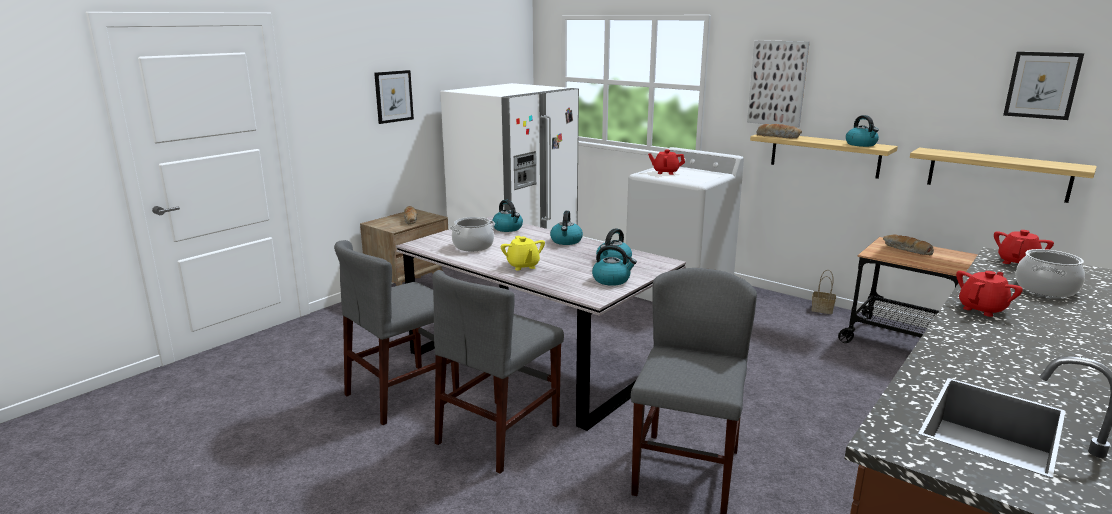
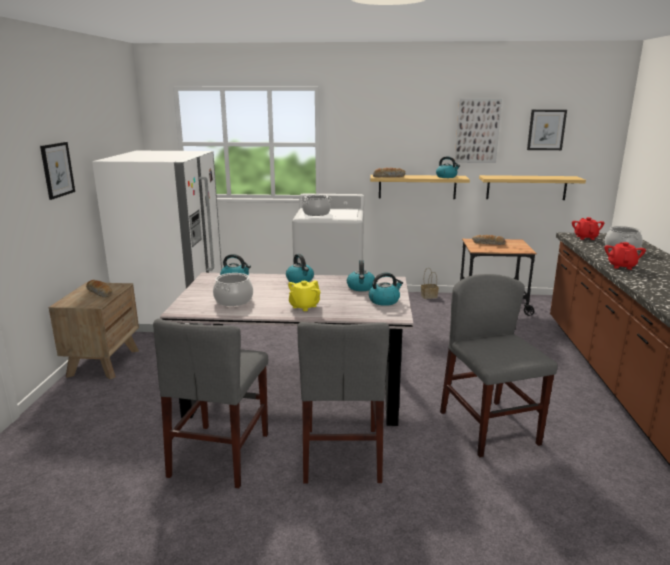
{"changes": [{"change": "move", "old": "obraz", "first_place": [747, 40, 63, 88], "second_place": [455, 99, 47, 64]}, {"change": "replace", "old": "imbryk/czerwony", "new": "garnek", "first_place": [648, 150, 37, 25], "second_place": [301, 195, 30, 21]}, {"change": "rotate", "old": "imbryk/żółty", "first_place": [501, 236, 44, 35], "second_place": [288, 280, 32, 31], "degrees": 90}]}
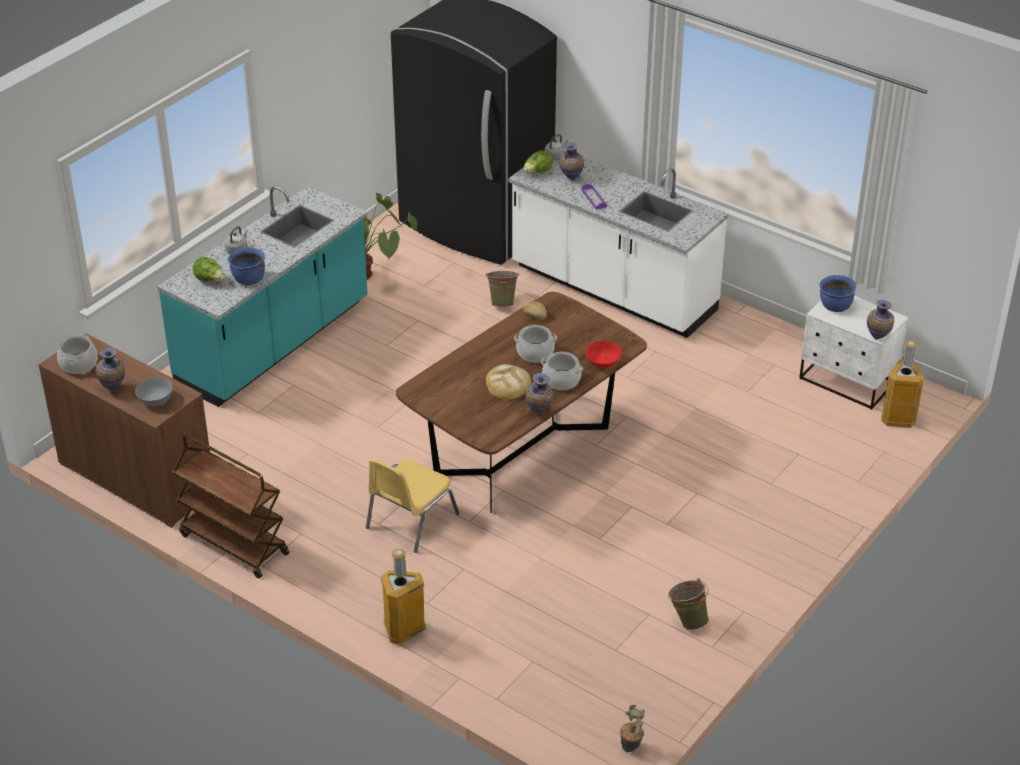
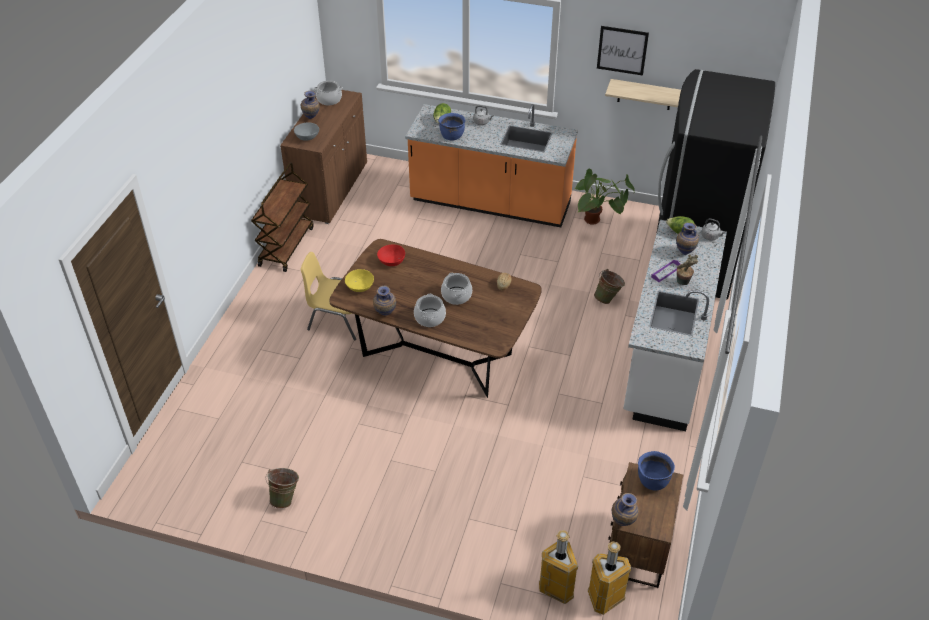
{"changes": [{"change": "delete", "old": "chleb", "first_place": [486, 364, 45, 36]}, {"change": "insert", "new": "miska/żółty", "second_place": [345, 269, 29, 23]}, {"change": "insert", "new": "obraz", "second_place": [597, 26, 52, 50]}, {"change": "insert", "new": "półka", "second_place": [605, 79, 76, 31]}, {"change": "move", "old": "kosz na śmieci", "first_place": [381, 549, 45, 96], "second_place": [539, 530, 39, 74]}, {"change": "move", "old": "miska/czerwony", "first_place": [585, 341, 37, 27], "second_place": [377, 244, 28, 22]}, {"change": "move", "old": "roślina doniczkowa", "first_place": [620, 705, 25, 47], "second_place": [677, 255, 21, 30]}, {"change": "recolor", "old": "zabudowa kuchenna/turkusowy", "new": "zabudowa kuchenna/pomarańczowy", "first_place": [157, 186, 211, 221], "second_place": [405, 104, 173, 123]}, {"change": "recolor", "old": "szafka nocna/biały", "new": "szafka nocna/brązowy", "first_place": [799, 296, 109, 114], "second_place": [608, 462, 75, 126]}]}
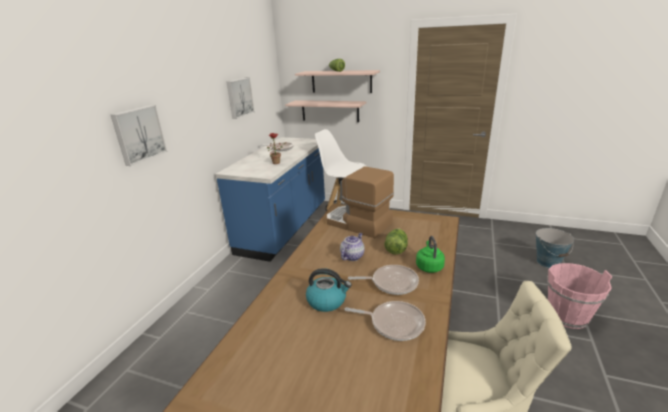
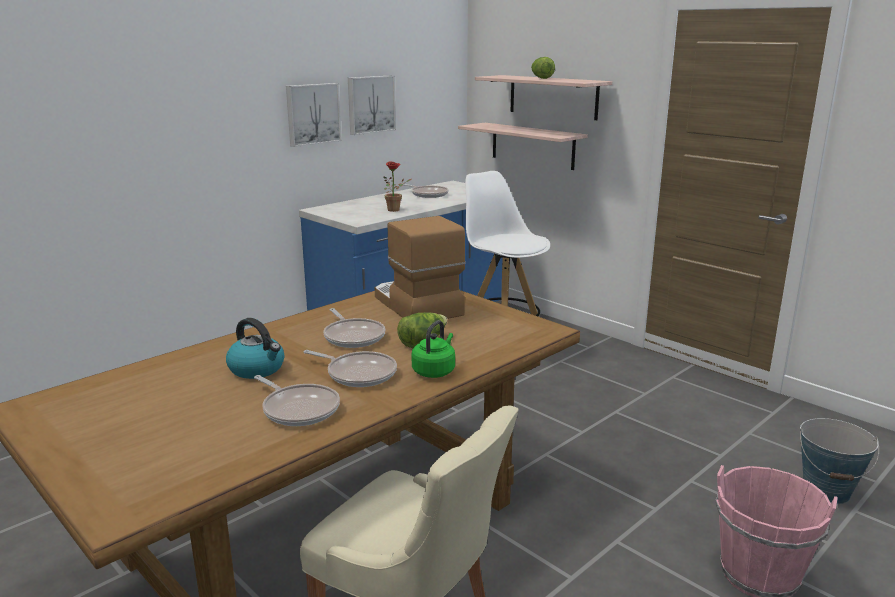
{"changes": [{"change": "move", "old": "obraz", "first_place": [111, 105, 56, 61], "second_place": [286, 83, 56, 64]}, {"change": "replace", "old": "imbryk", "new": "patelnia", "first_place": [340, 233, 25, 28], "second_place": [324, 308, 62, 40]}]}
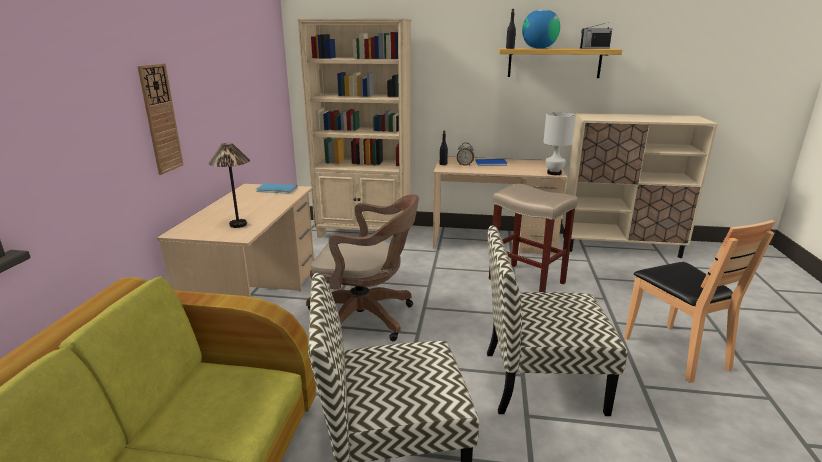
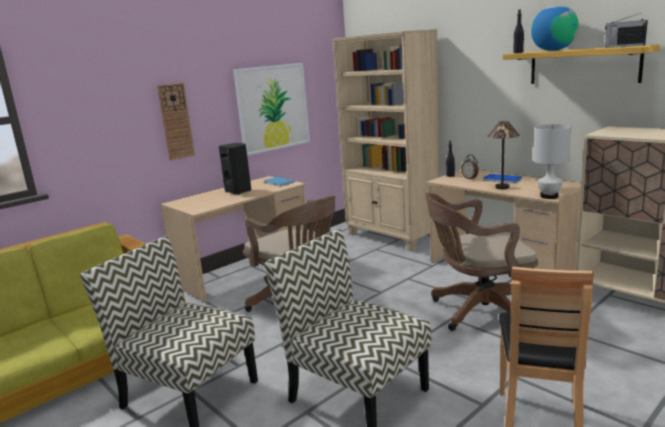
{"changes": [{"change": "insert", "new": "głośnik/czarny", "second_place": [219, 143, 32, 52]}, {"change": "insert", "new": "obraz", "second_place": [233, 63, 77, 93]}, {"change": "move", "old": "lampa stołowa", "first_place": [209, 143, 41, 85], "second_place": [487, 121, 33, 68]}, {"change": "replace", "old": "stołek/beżowy", "new": "krzesło biurowe/brązowy", "first_place": [489, 184, 89, 108], "second_place": [425, 193, 113, 138]}]}
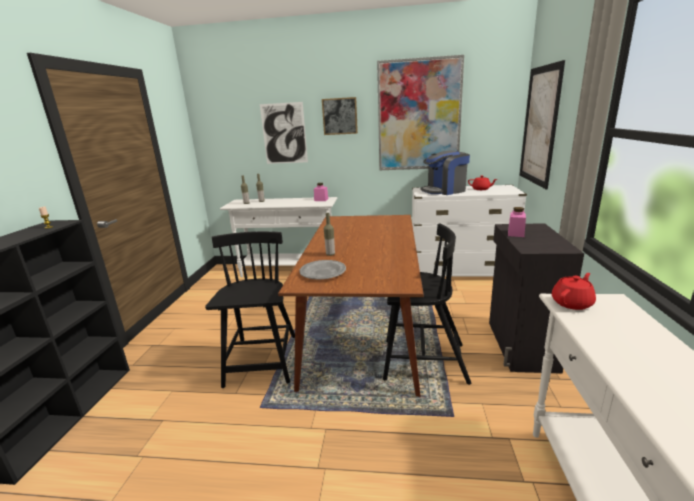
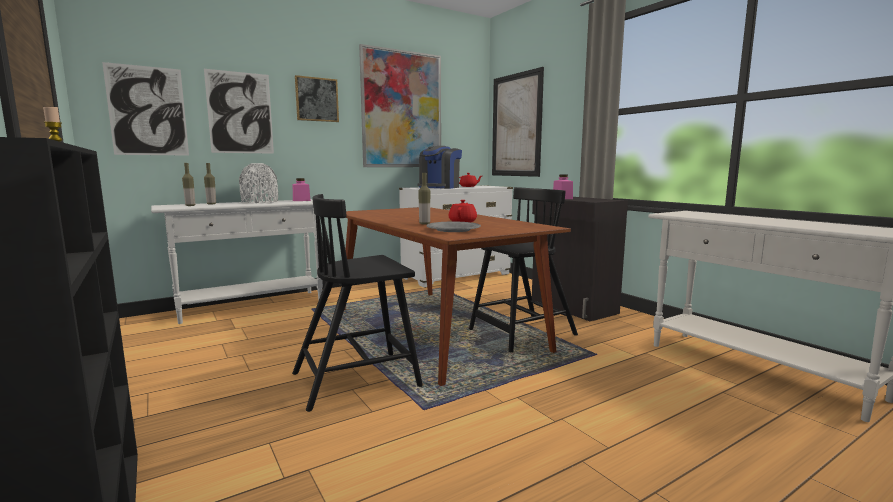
{"changes": [{"change": "insert", "new": "obraz", "second_place": [102, 62, 87, 94]}, {"change": "insert", "new": "wazon/biały", "second_place": [239, 163, 39, 40]}, {"change": "move", "old": "imbryk/czerwony", "first_place": [552, 273, 44, 37], "second_place": [449, 200, 28, 22]}, {"change": "rotate", "old": "krzesło/czarny", "first_place": [205, 231, 90, 157], "second_place": [292, 194, 131, 218], "degrees": -75}]}
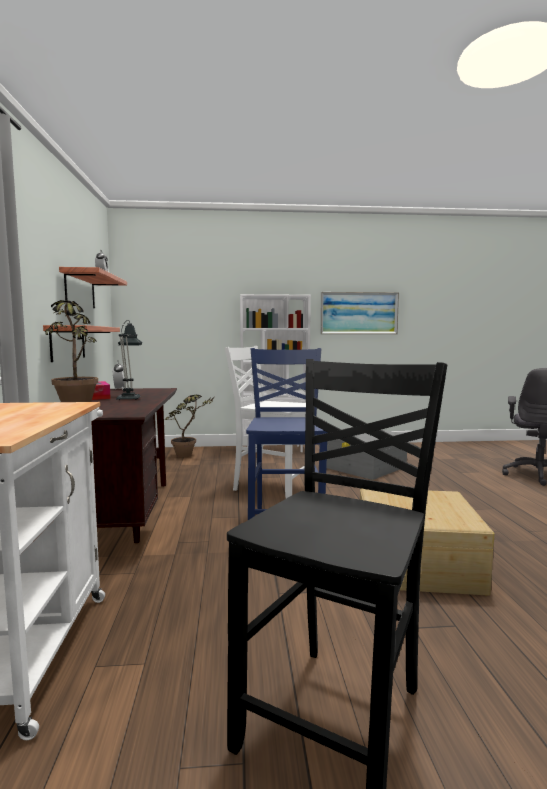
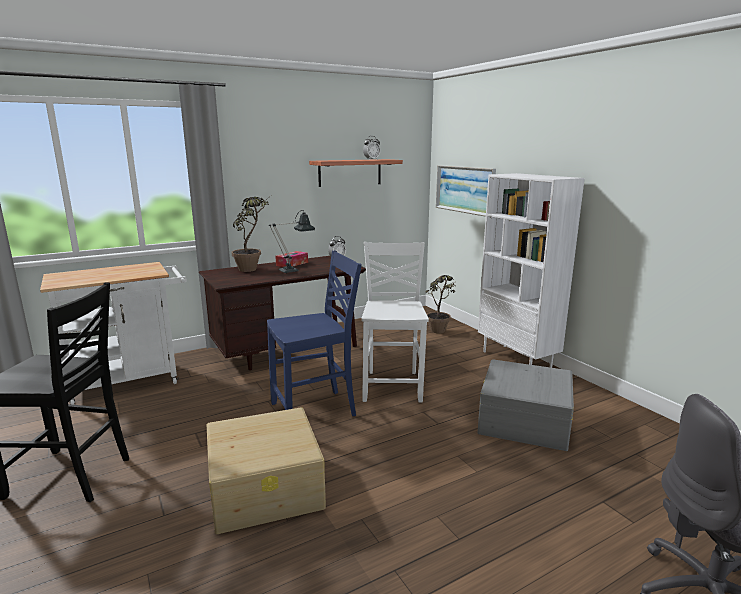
{"changes": [{"change": "delete", "old": "półka", "first_place": [43, 325, 77, 37]}, {"change": "move", "old": "obraz", "first_place": [320, 292, 79, 42], "second_place": [436, 165, 60, 52]}]}
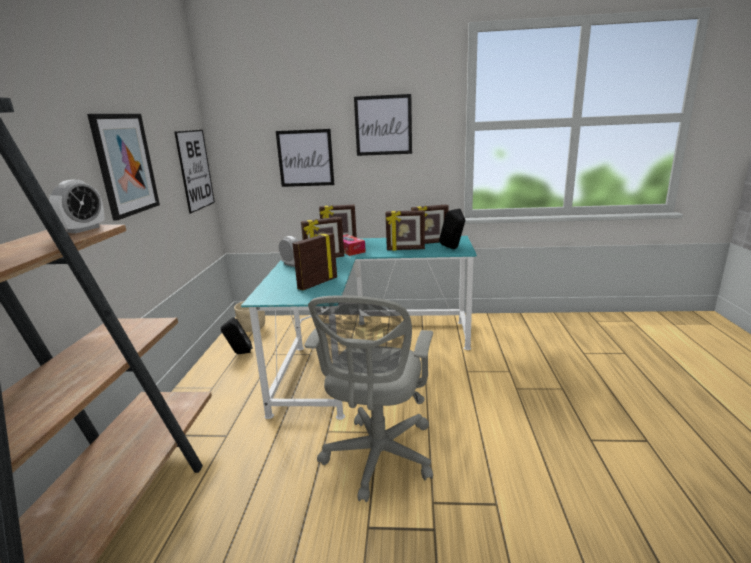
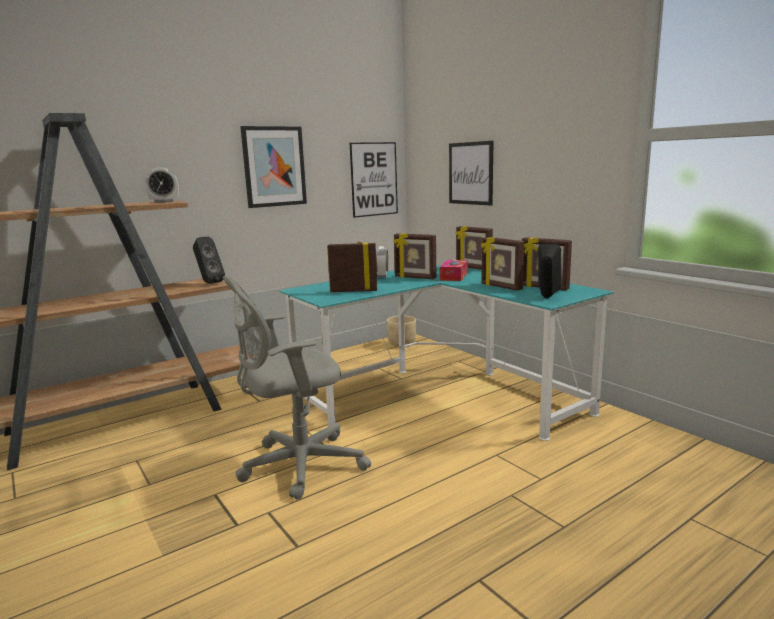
{"changes": [{"change": "delete", "old": "obraz", "first_place": [354, 94, 58, 62]}, {"change": "move", "old": "głośnik/czarny", "first_place": [221, 317, 32, 37], "second_place": [193, 237, 32, 47]}]}
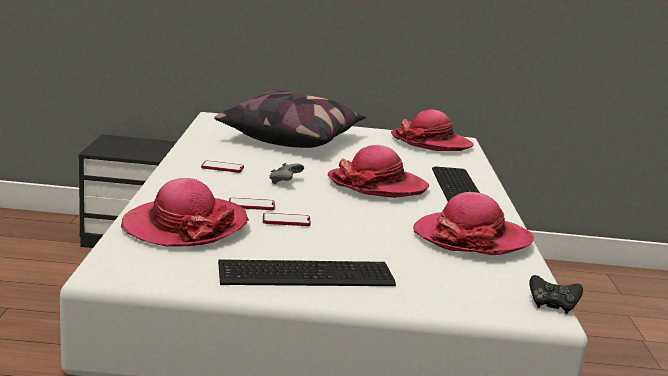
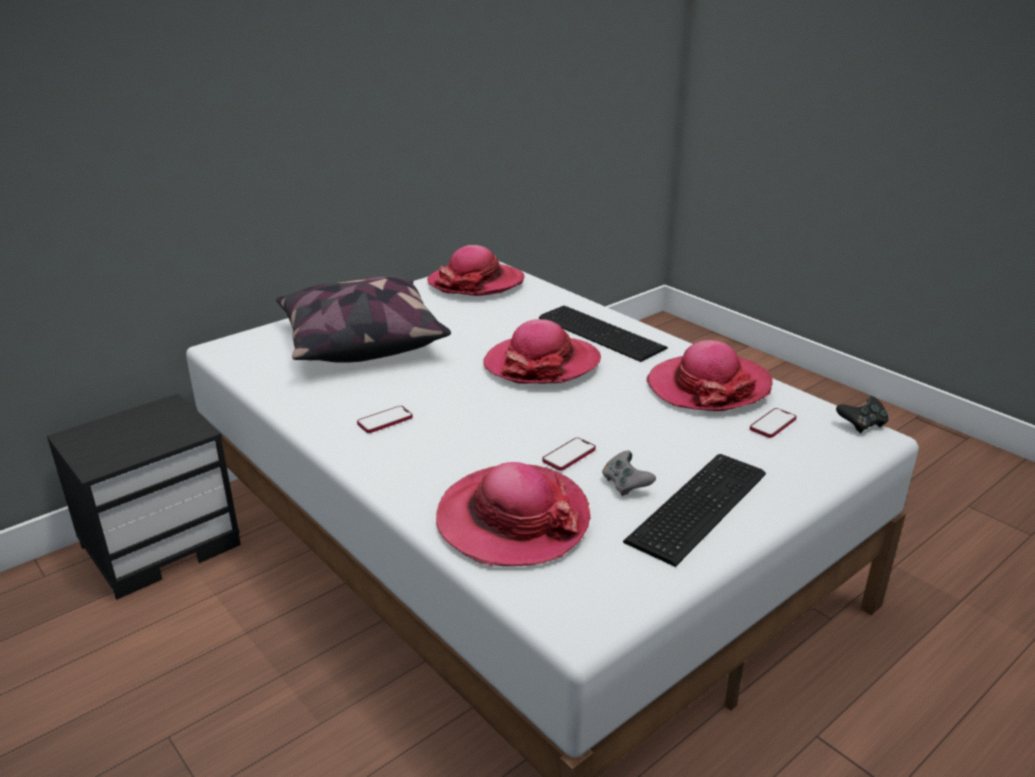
{"changes": [{"change": "move", "old": "telefon", "first_place": [229, 198, 46, 12], "second_place": [750, 408, 47, 30]}, {"change": "move", "old": "pad do gier/szary", "first_place": [269, 163, 35, 21], "second_place": [602, 451, 54, 45]}]}
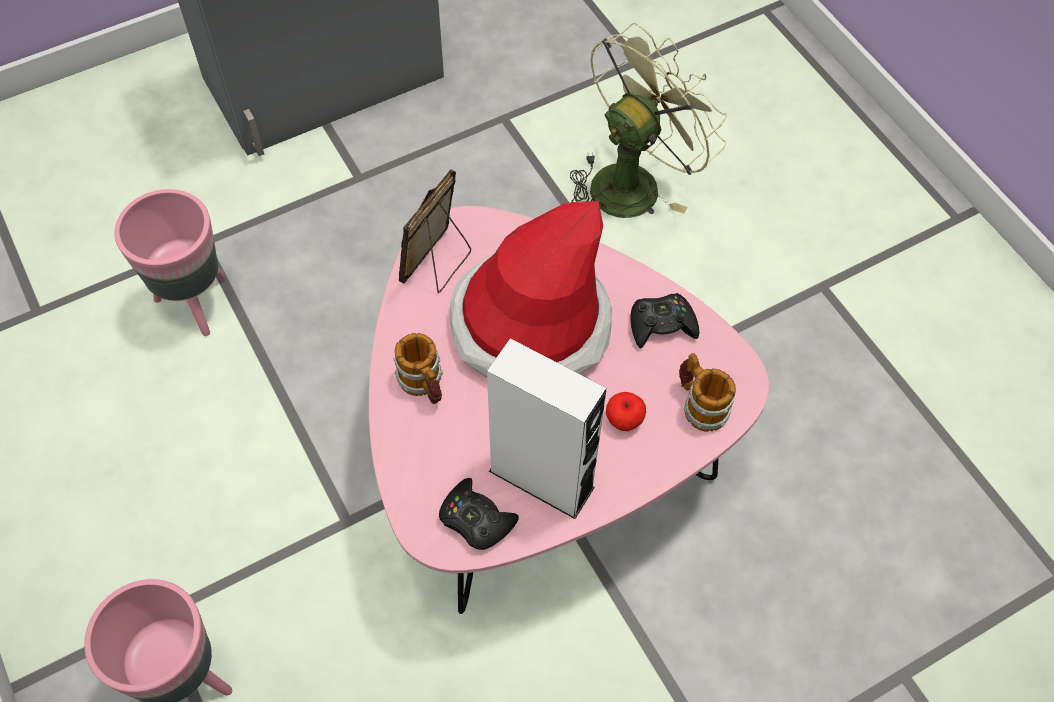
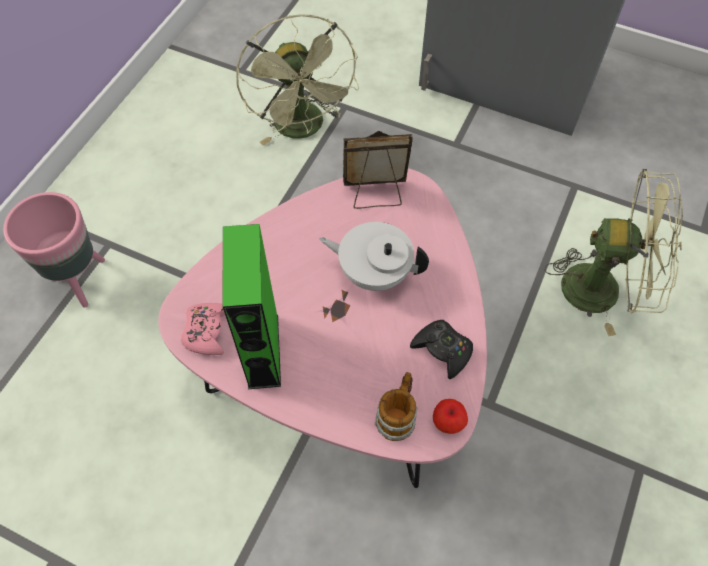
{"changes": [{"change": "delete", "old": "kubek", "first_place": [393, 333, 50, 71]}, {"change": "move", "old": "jabłko", "first_place": [606, 392, 40, 39], "second_place": [433, 399, 35, 35]}, {"change": "replace", "old": "donica/różowy", "new": "wentylator/zielony", "first_place": [114, 189, 112, 147], "second_place": [236, 14, 123, 131]}, {"change": "replace", "old": "kapelusz", "new": "imbryk/biały", "first_place": [450, 201, 162, 177], "second_place": [319, 222, 110, 69]}, {"change": "recolor", "old": "pad do gier/czarny", "new": "pad do gier/różowy", "first_place": [439, 478, 80, 72], "second_place": [181, 303, 44, 52]}, {"change": "recolor", "old": "głośnik/biały", "new": "głośnik/zielony", "first_place": [487, 339, 119, 180], "second_place": [223, 224, 58, 165]}]}
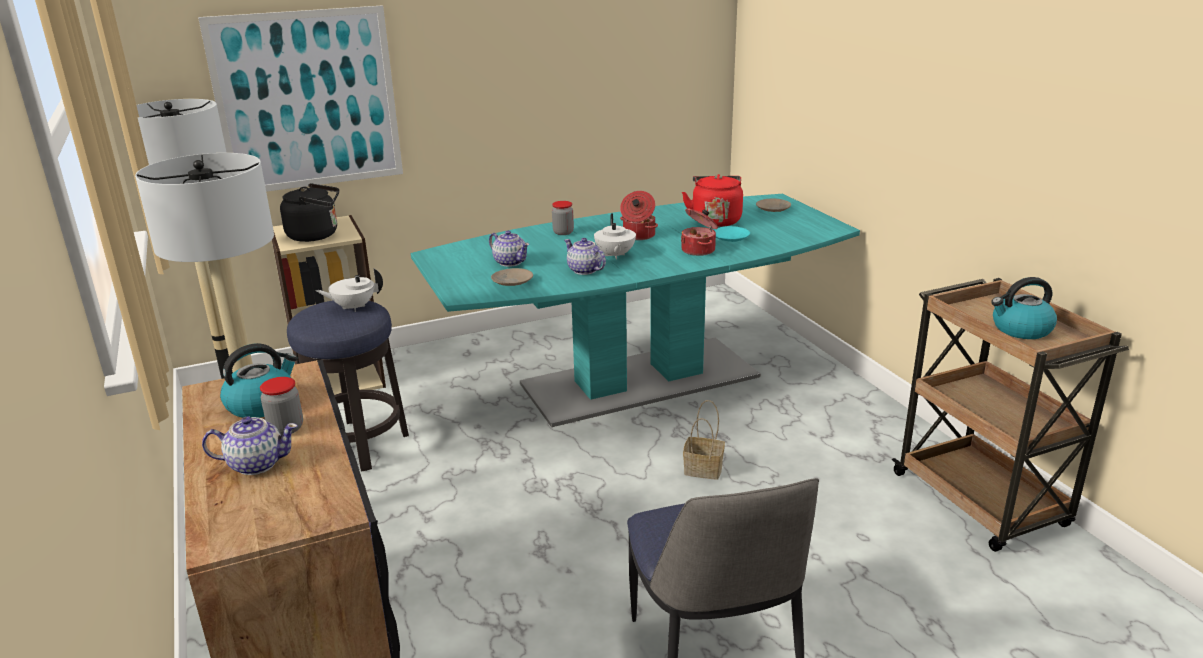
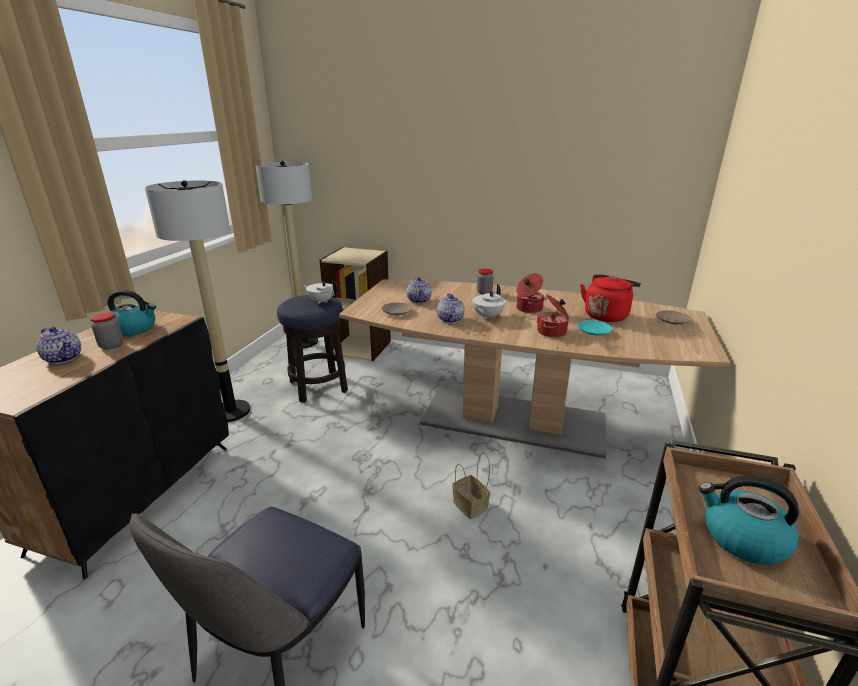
{"changes": [{"change": "delete", "old": "obraz", "first_place": [198, 5, 205, 187]}, {"change": "delete", "old": "czajnik/czarny", "first_place": [280, 183, 59, 59]}, {"change": "recolor", "old": "stół jadalny/turkusowy", "new": "stół jadalny/brązowy", "first_place": [411, 194, 449, 233], "second_place": [339, 279, 391, 179]}]}
